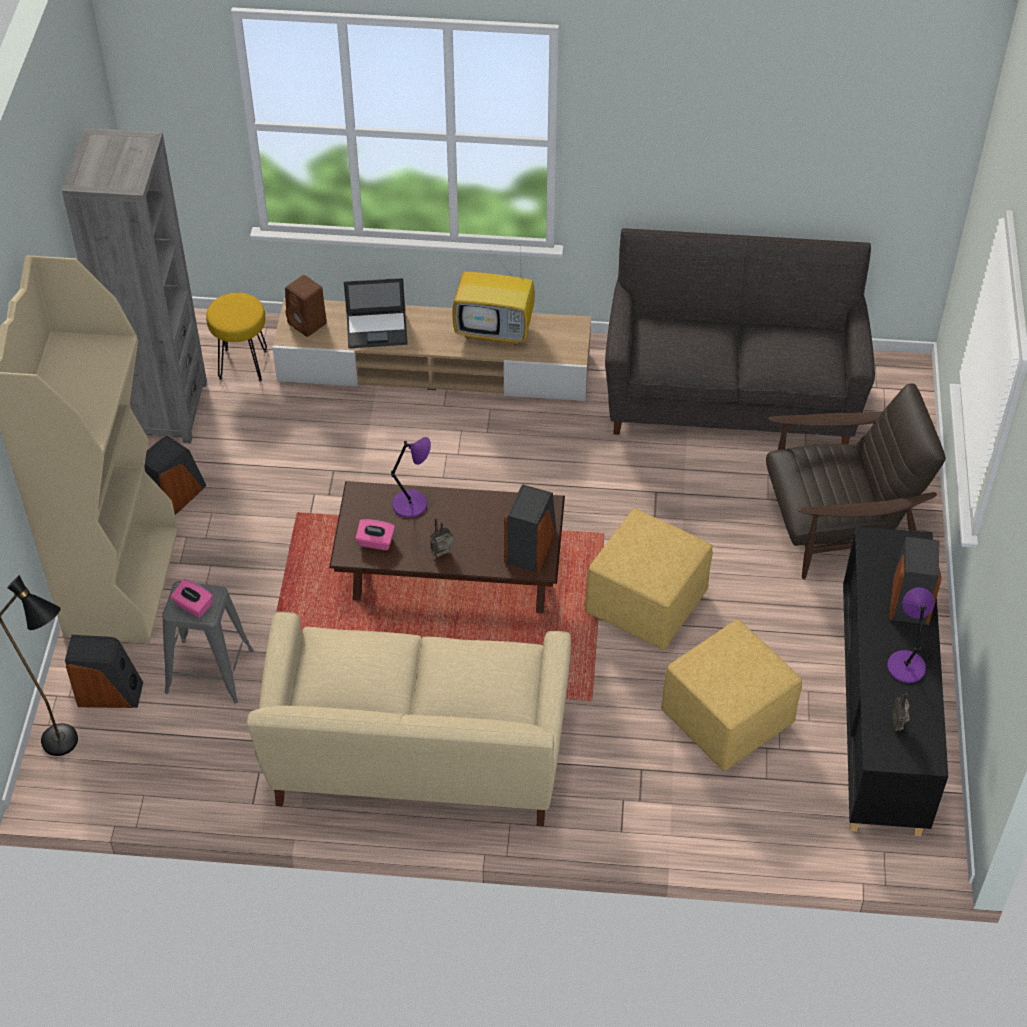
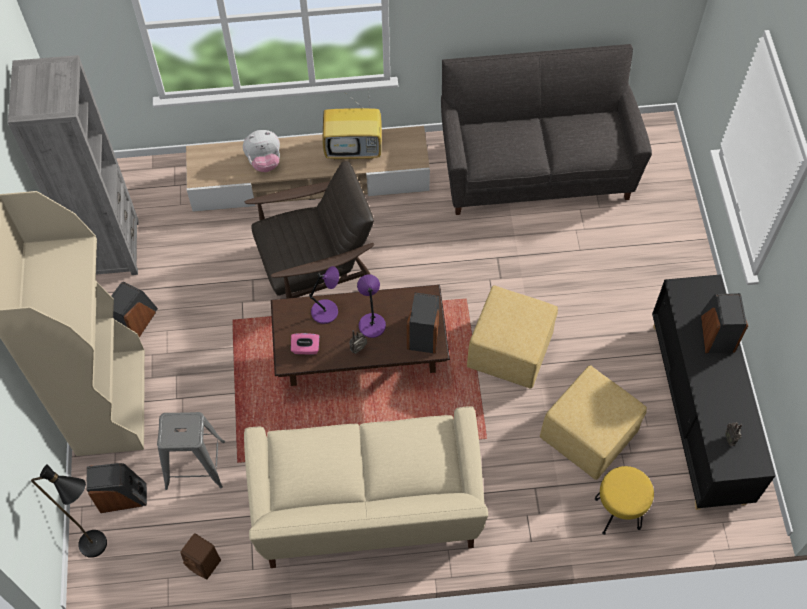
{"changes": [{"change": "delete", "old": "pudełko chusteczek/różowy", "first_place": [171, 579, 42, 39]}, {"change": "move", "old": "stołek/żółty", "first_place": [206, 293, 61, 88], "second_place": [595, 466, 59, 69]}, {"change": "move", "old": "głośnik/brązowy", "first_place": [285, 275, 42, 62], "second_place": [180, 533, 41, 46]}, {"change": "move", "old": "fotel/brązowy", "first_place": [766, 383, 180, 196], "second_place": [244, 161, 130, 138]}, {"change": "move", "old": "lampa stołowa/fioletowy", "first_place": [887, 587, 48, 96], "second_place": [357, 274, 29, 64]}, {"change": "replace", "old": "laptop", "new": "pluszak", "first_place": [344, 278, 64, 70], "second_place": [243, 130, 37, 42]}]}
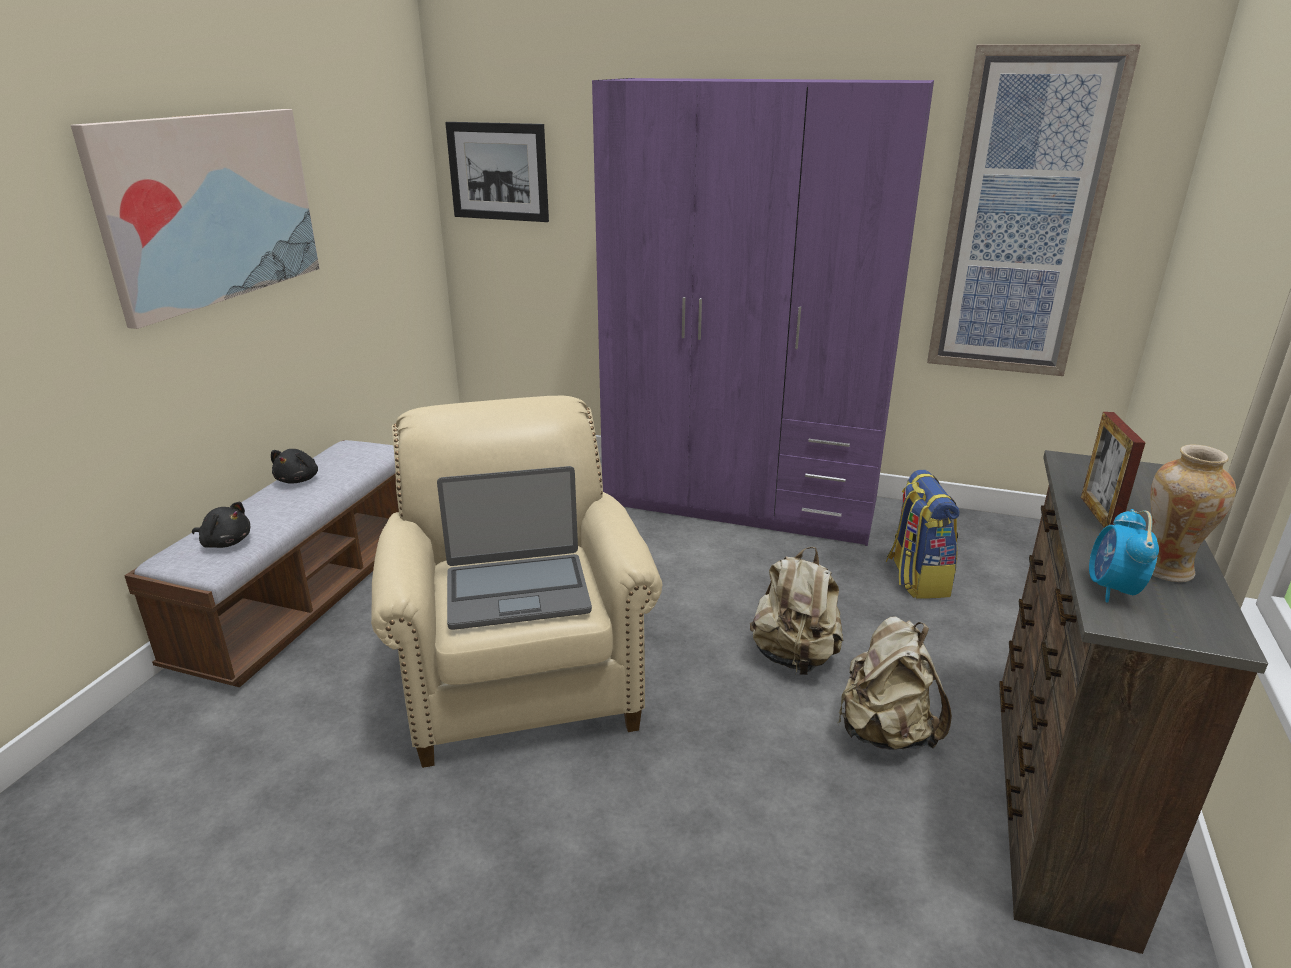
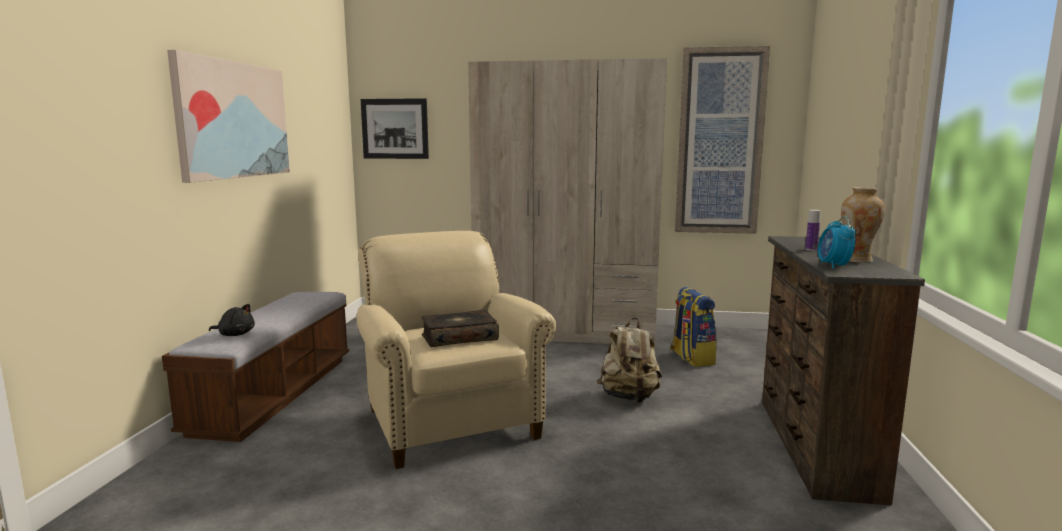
{"changes": [{"change": "delete", "old": "pluszak/czarny", "first_place": [271, 449, 47, 35]}, {"change": "delete", "old": "plecak/beżowy", "first_place": [838, 616, 114, 134]}, {"change": "replace", "old": "laptop", "new": "książka", "first_place": [437, 466, 155, 164], "second_place": [421, 309, 78, 38]}, {"change": "replace", "old": "ramka na zdjęcie", "new": "butelka", "first_place": [1081, 412, 64, 116], "second_place": [805, 210, 16, 41]}, {"change": "recolor", "old": "szafa/fioletowy", "new": "szafa/beżowy", "first_place": [592, 78, 342, 468], "second_place": [468, 58, 199, 288]}]}
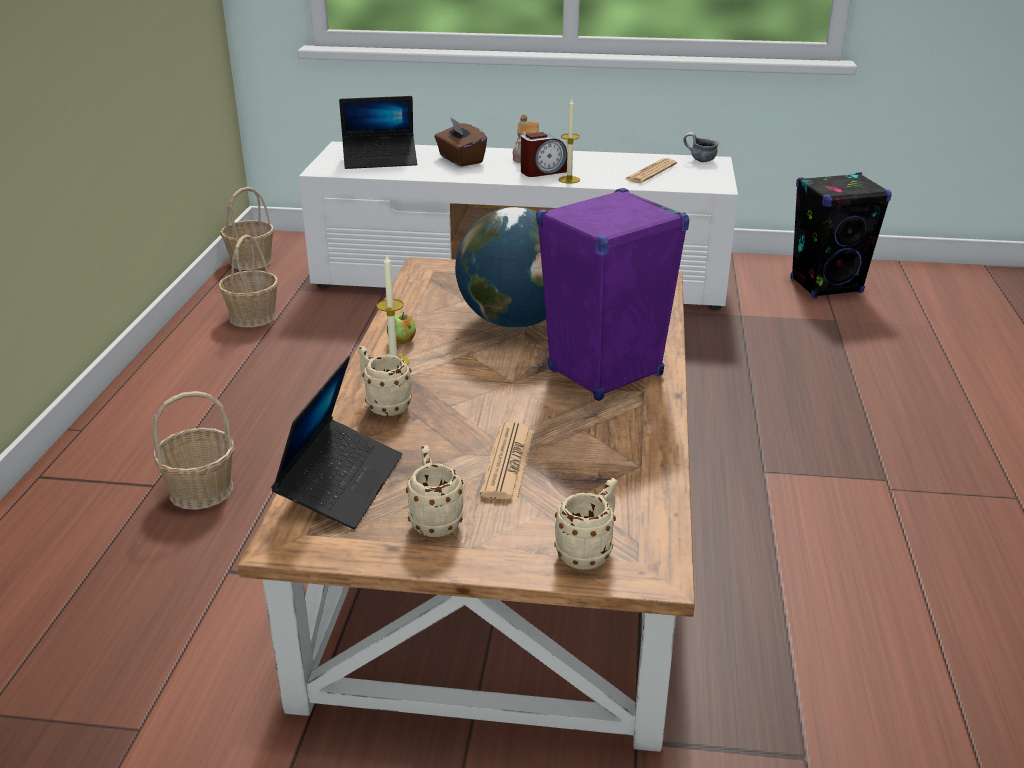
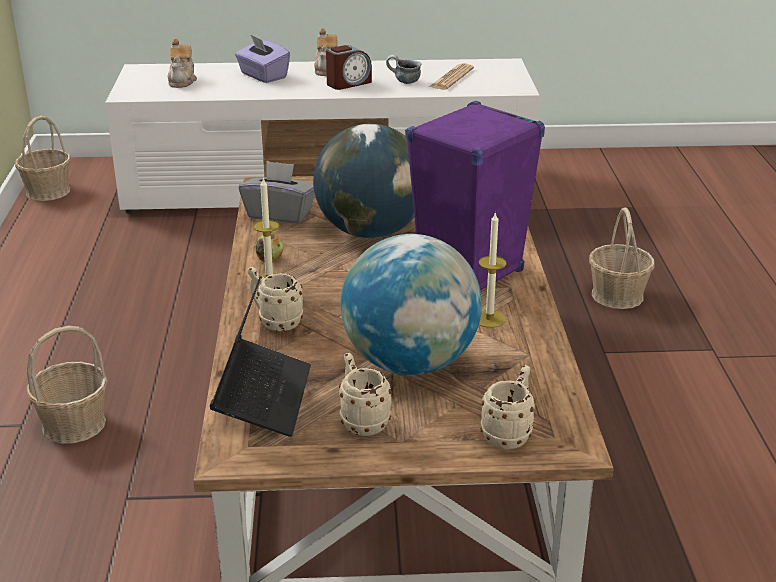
{"changes": [{"change": "delete", "old": "głośnik/czarny", "first_place": [791, 172, 101, 126]}, {"change": "insert", "new": "pudełko chusteczek/szary", "second_place": [239, 161, 76, 63]}, {"change": "move", "old": "koszyk", "first_place": [218, 235, 61, 92], "second_place": [589, 207, 65, 102]}, {"change": "move", "old": "świeca", "first_place": [558, 99, 22, 85], "second_place": [479, 211, 27, 117]}, {"change": "move", "old": "kubek", "first_place": [683, 132, 36, 30], "second_place": [386, 55, 35, 29]}, {"change": "replace", "old": "laptop", "new": "imbryk", "first_place": [339, 96, 78, 73], "second_place": [168, 38, 29, 50]}, {"change": "replace", "old": "gazeta", "new": "globus", "first_place": [480, 422, 54, 78], "second_place": [341, 234, 141, 141]}, {"change": "recolor", "old": "pudełko chusteczek/brązowy", "new": "pudełko chusteczek/fioletowy", "first_place": [434, 117, 53, 50], "second_place": [235, 34, 55, 49]}]}
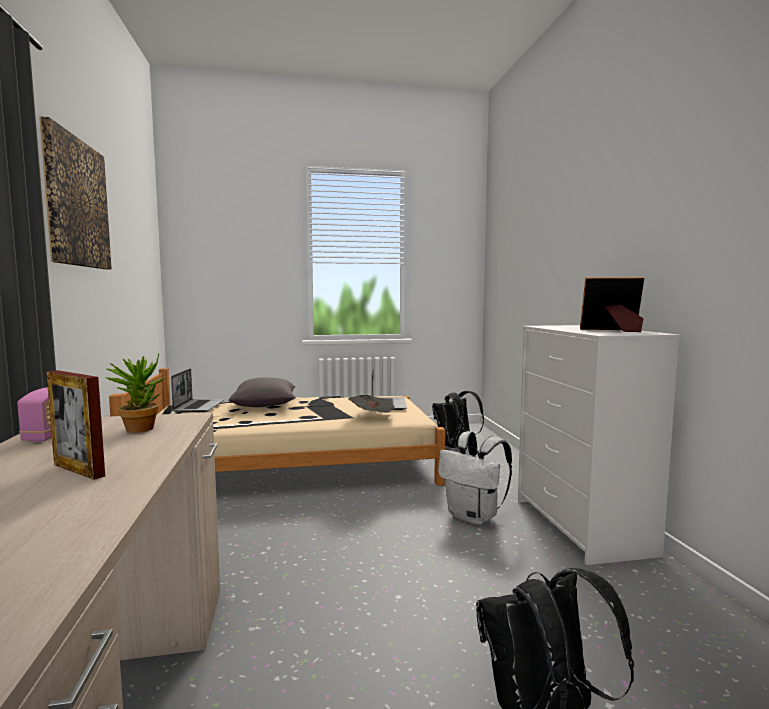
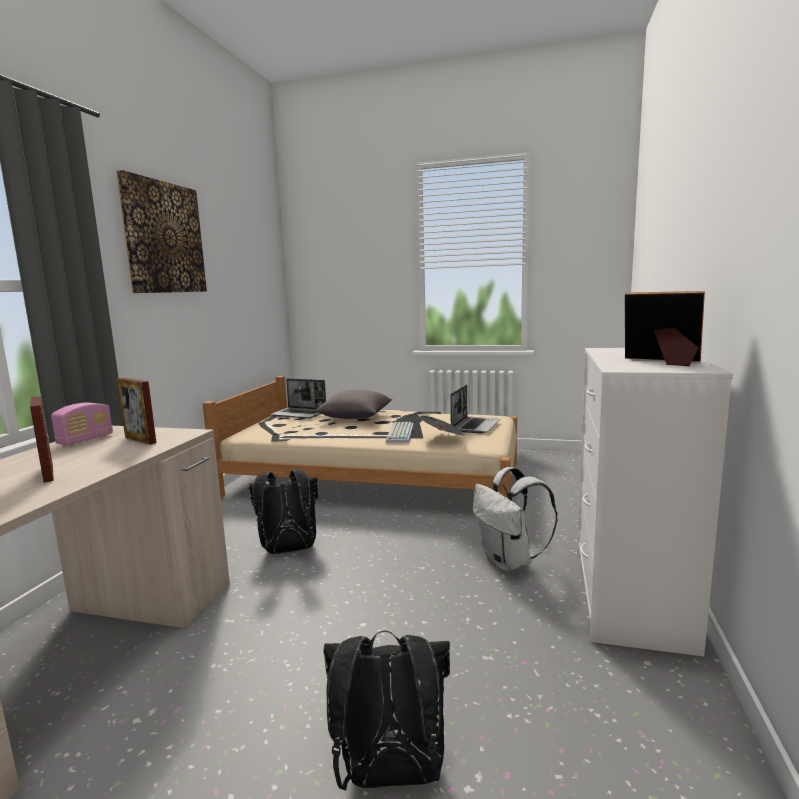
{"changes": [{"change": "insert", "new": "klawiatura", "second_place": [386, 422, 28, 21]}, {"change": "move", "old": "plecak/czarny", "first_place": [432, 391, 52, 57], "second_place": [249, 469, 70, 85]}, {"change": "replace", "old": "roślina doniczkowa", "new": "ramka na zdjęcie", "first_place": [104, 353, 61, 80], "second_place": [117, 378, 40, 67]}, {"change": "rotate", "old": "laptop", "first_place": [171, 369, 54, 44], "second_place": [270, 378, 56, 41], "degrees": 90}]}
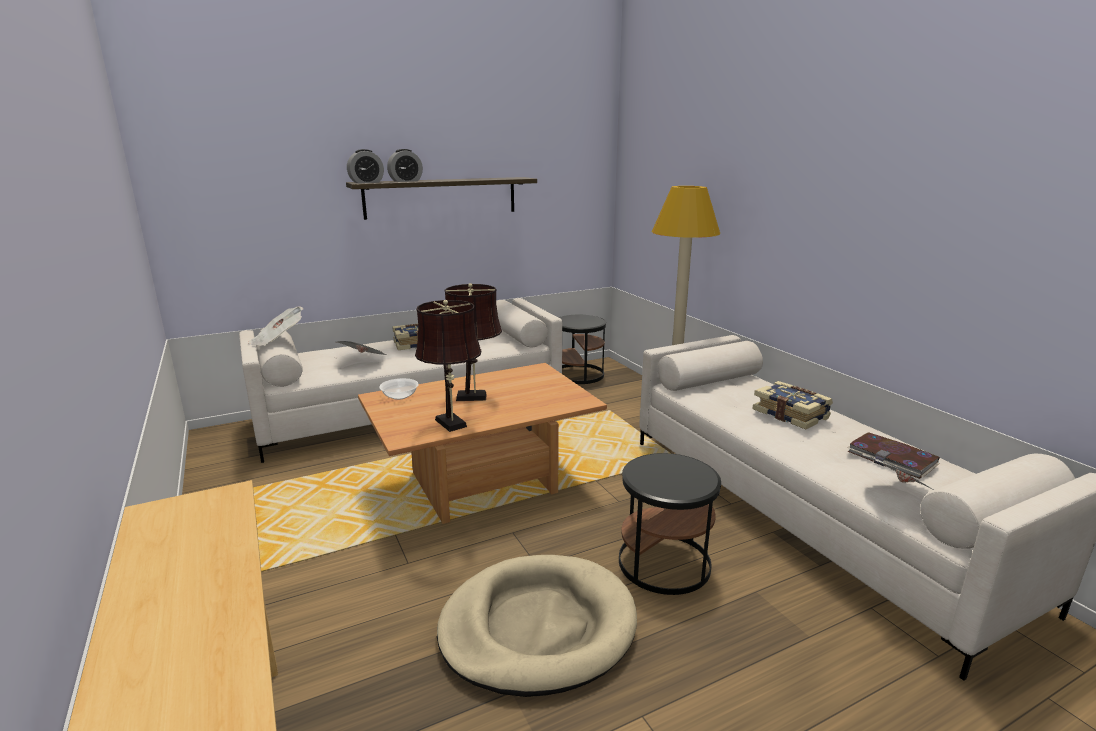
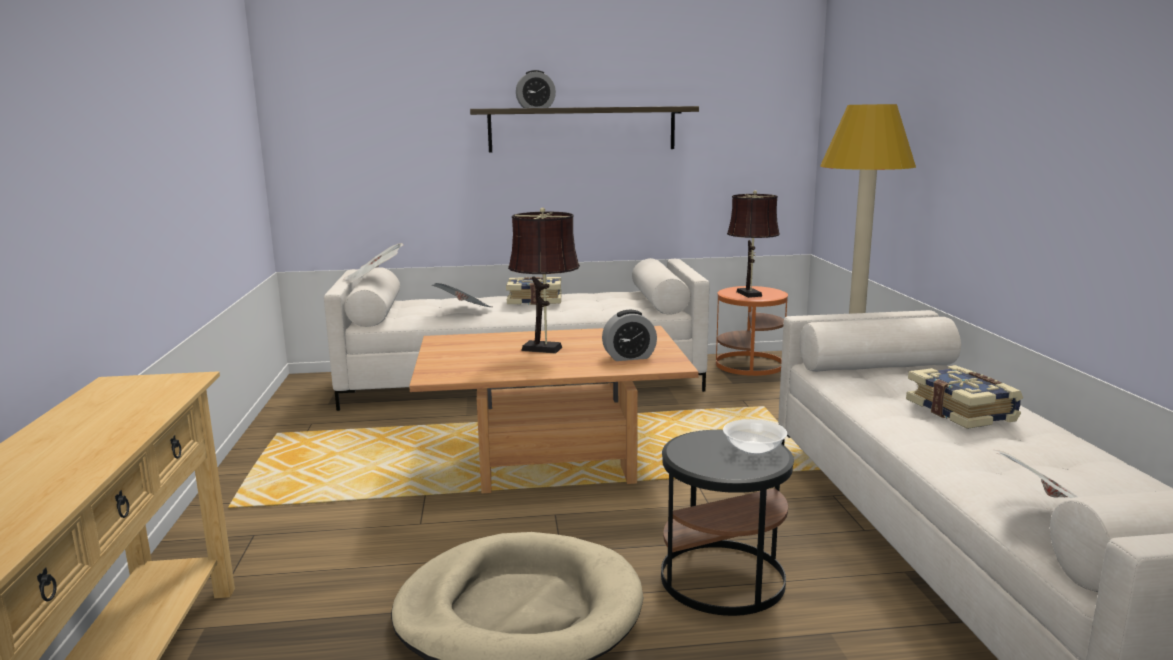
{"changes": [{"change": "delete", "old": "książka", "first_place": [847, 432, 93, 47]}, {"change": "move", "old": "budzik", "first_place": [347, 149, 37, 34], "second_place": [602, 310, 55, 51]}, {"change": "move", "old": "miska", "first_place": [379, 378, 40, 22], "second_place": [723, 419, 64, 36]}, {"change": "move", "old": "lampa stołowa/brązowy", "first_place": [415, 300, 66, 132], "second_place": [727, 190, 53, 108]}, {"change": "recolor", "old": "stolik/czarny", "new": "stolik/pomarańczowy", "first_place": [558, 315, 48, 69], "second_place": [716, 286, 72, 90]}]}
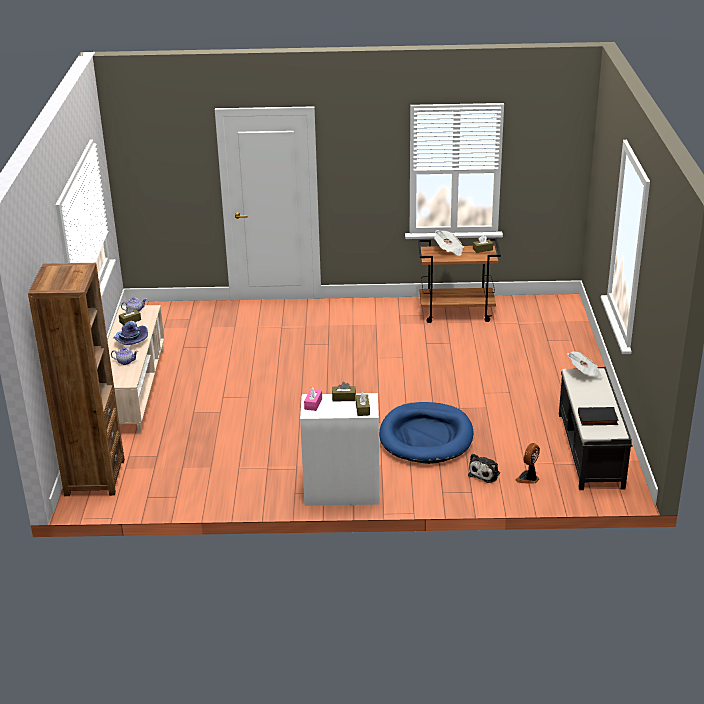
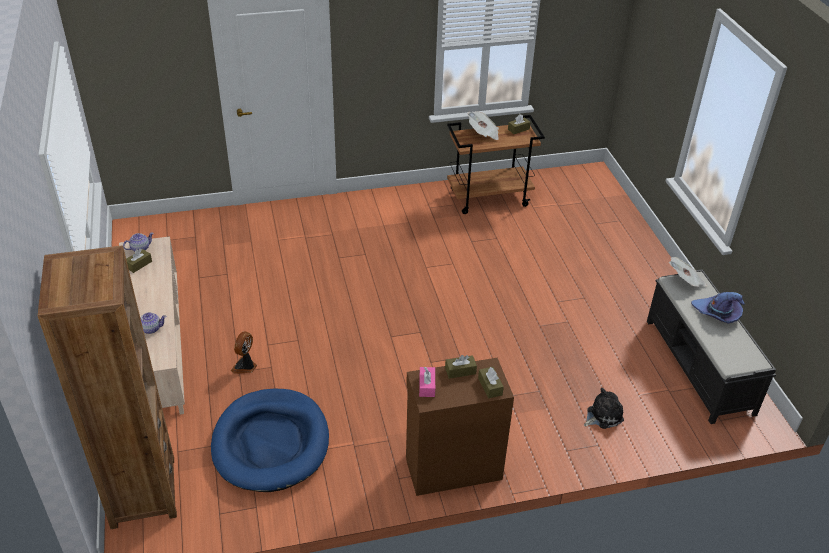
{"changes": [{"change": "delete", "old": "książka/czarny", "first_place": [578, 407, 41, 19]}, {"change": "move", "old": "kapelusz/fioletowy", "first_place": [113, 321, 35, 24], "second_place": [691, 292, 54, 32]}, {"change": "move", "old": "legowisko/niebieski", "first_place": [379, 402, 94, 62], "second_place": [211, 389, 118, 103]}, {"change": "move", "old": "wentylator", "first_place": [516, 443, 24, 41], "second_place": [231, 331, 26, 43]}, {"change": "recolor", "old": "szafka/biały", "new": "szafka/brązowy", "first_place": [300, 393, 79, 113], "second_place": [406, 358, 108, 138]}, {"change": "rotate", "old": "pluszak", "first_place": [468, 454, 32, 29], "second_place": [584, 388, 40, 41], "degrees": -135}]}
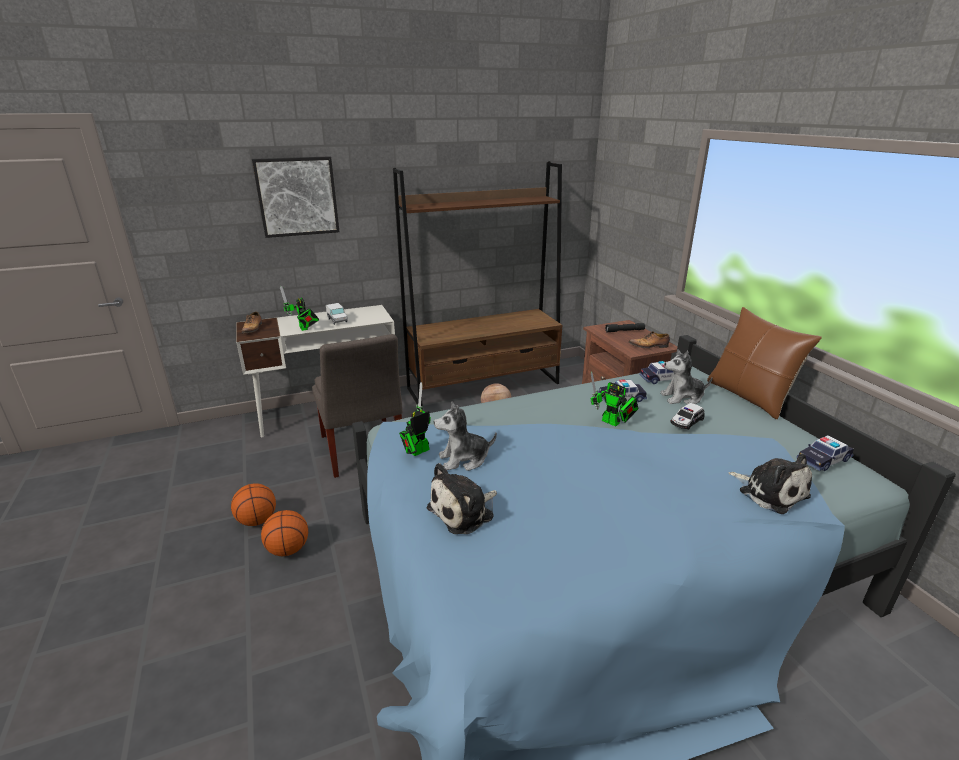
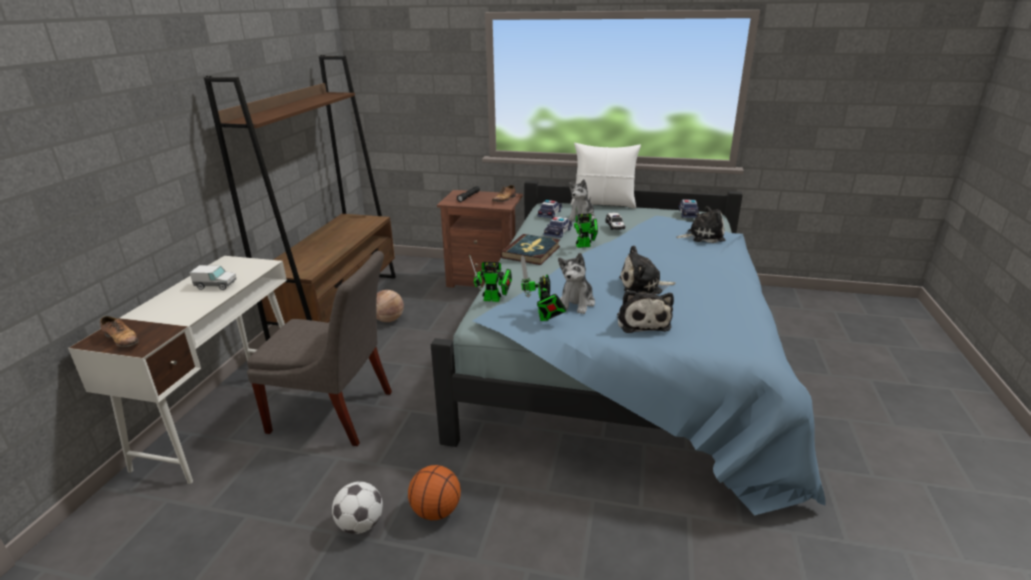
{"changes": [{"change": "delete", "old": "obraz", "first_place": [252, 156, 88, 82]}, {"change": "insert", "new": "książka", "second_place": [501, 234, 59, 31]}, {"change": "insert", "new": "pluszak", "second_place": [619, 246, 57, 48]}, {"change": "move", "old": "robot zabawkowy", "first_place": [280, 286, 39, 45], "second_place": [469, 255, 43, 47]}, {"change": "replace", "old": "piłka do koszykówki", "new": "piłka futbolowa", "first_place": [231, 483, 45, 43], "second_place": [332, 481, 51, 53]}, {"change": "recolor", "old": "poduszka/brązowy", "new": "poduszka/biały", "first_place": [707, 307, 115, 112], "second_place": [571, 143, 70, 66]}]}
